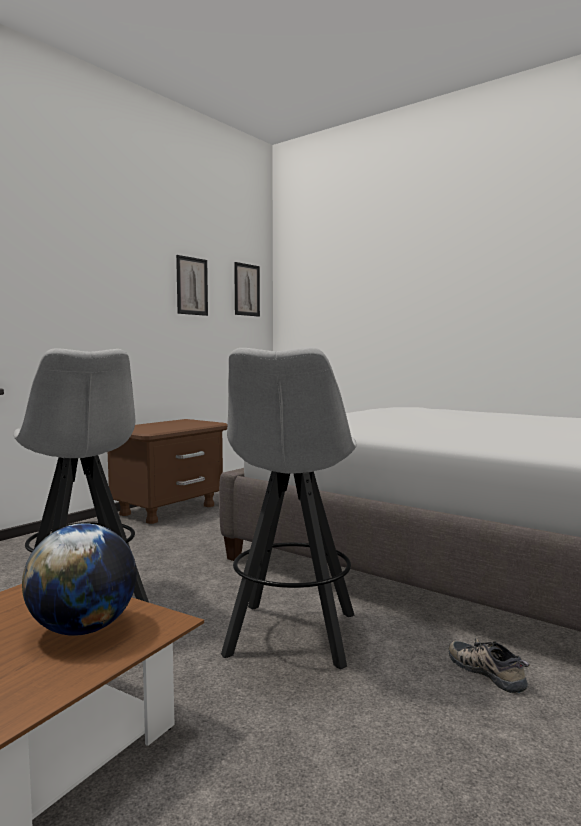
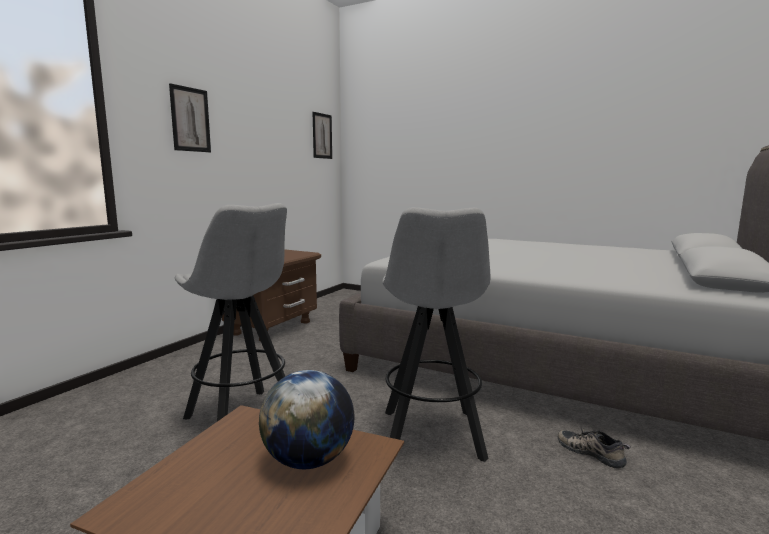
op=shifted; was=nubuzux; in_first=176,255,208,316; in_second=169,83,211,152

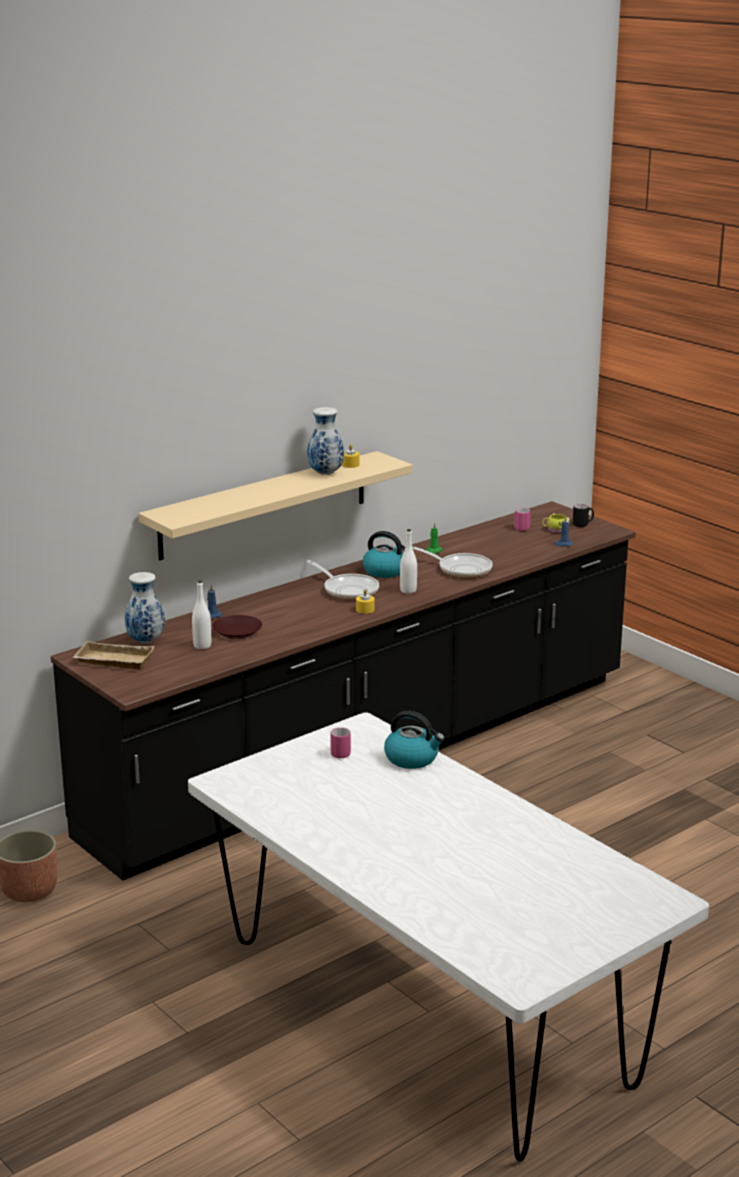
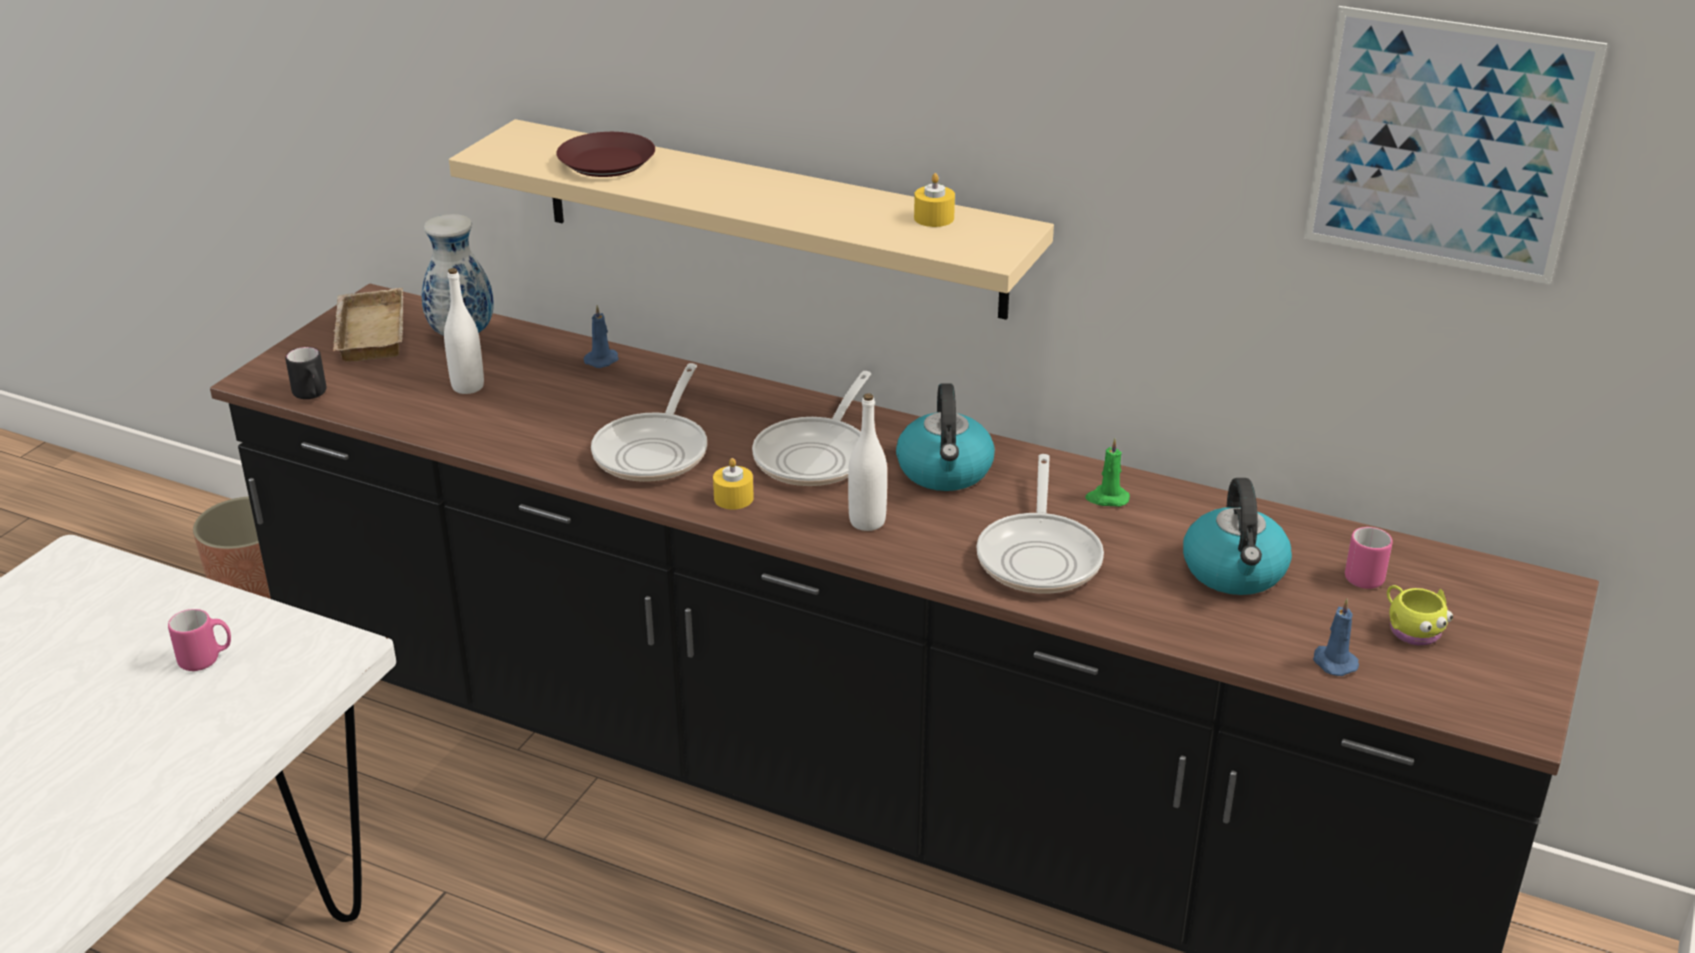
op=gone; was=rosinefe; in_first=307,407,344,475
op=new; now=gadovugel; in_second=591,363,707,482
op=new; now=nubuzux; in_second=1304,6,1607,285
op=shifted; was=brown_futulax; in_first=212,615,262,639; in_second=556,132,655,177
op=shifted; was=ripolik; in_first=384,711,445,769; in_second=1183,478,1292,595
op=shifted; was=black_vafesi; in_first=573,504,594,527; in_second=285,347,326,399

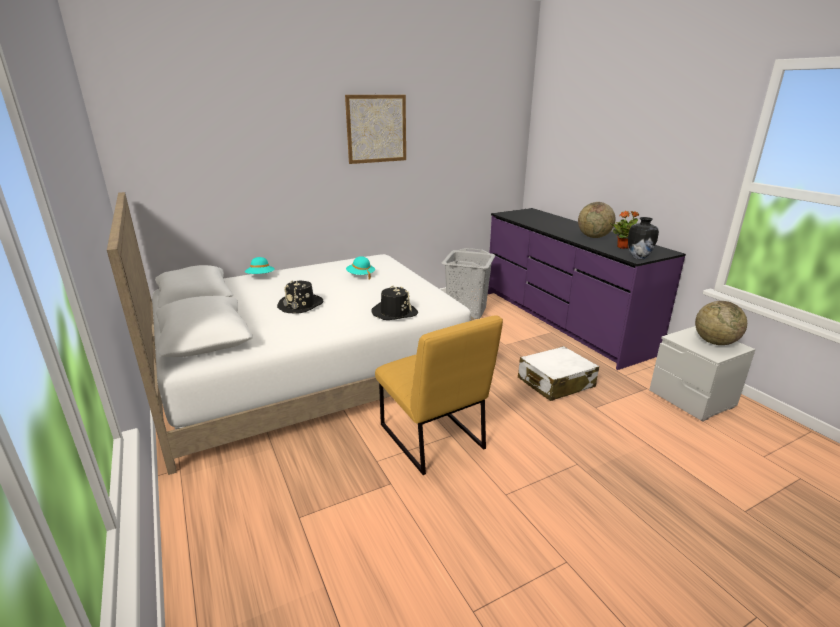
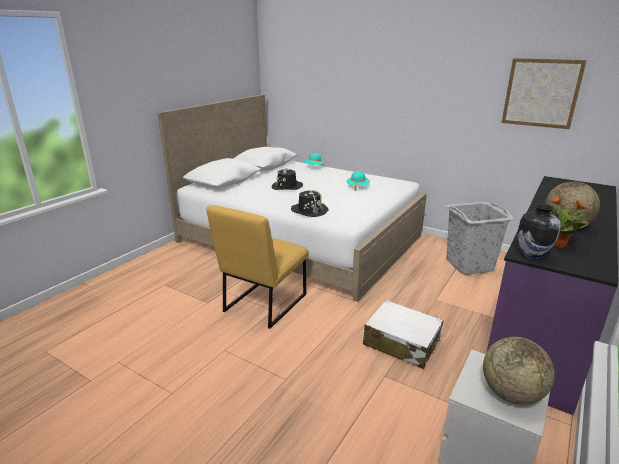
op=shifted; was=nubuzux; in_first=345,93,406,164; in_second=501,58,587,129

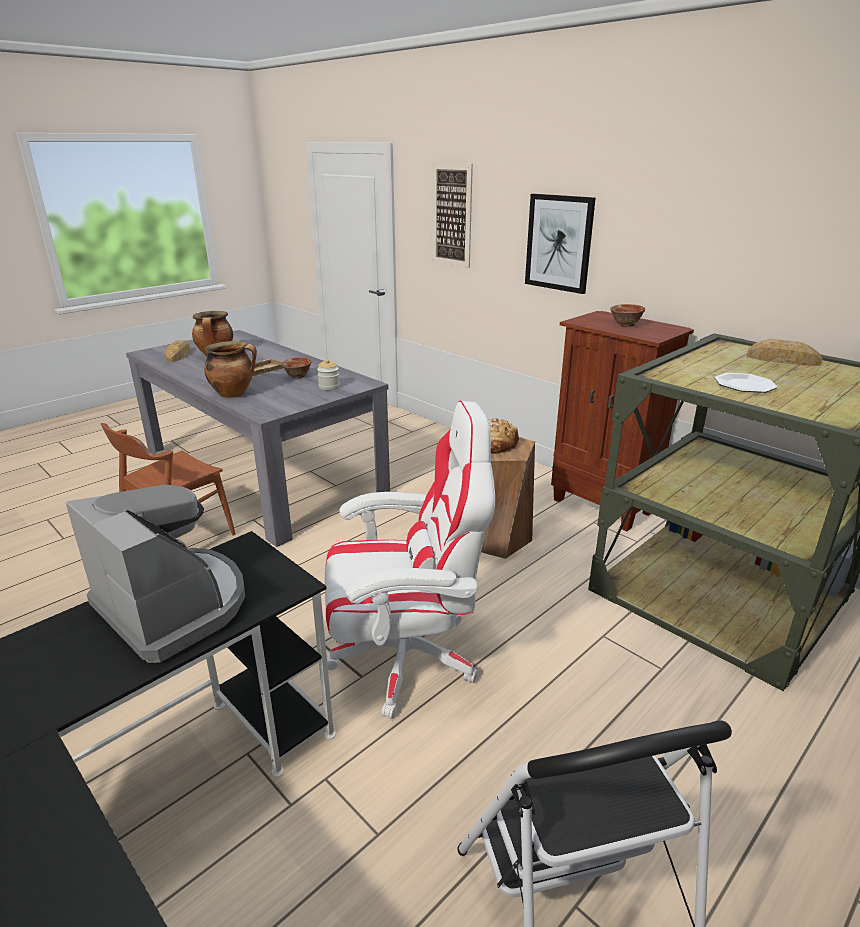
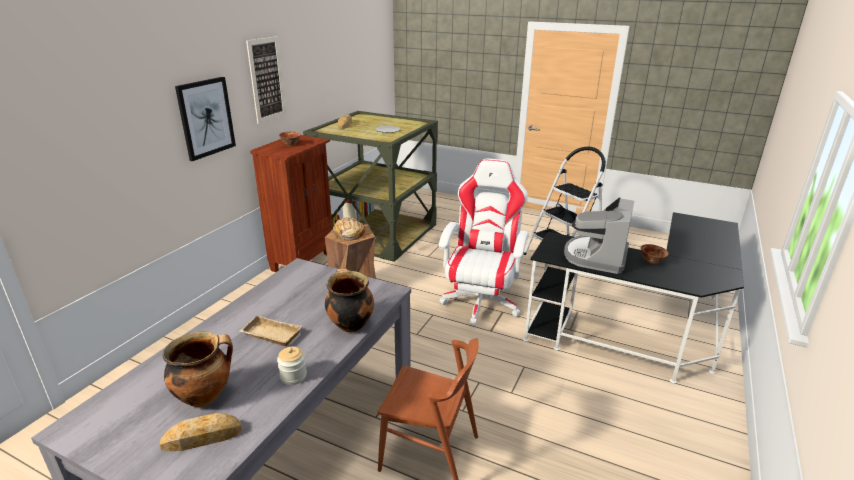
op=shifted; was=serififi; in_first=281,357,312,378; in_second=640,244,669,264
op=shifted; was=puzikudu; in_first=317,359,340,390; in_second=277,347,307,385
op=shifted; was=nubuzux; in_first=432,163,473,268; in_second=246,36,287,124
op=rotated; was=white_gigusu; in_first=325,400,495,719; in_second=439,158,529,326; clockwise=45

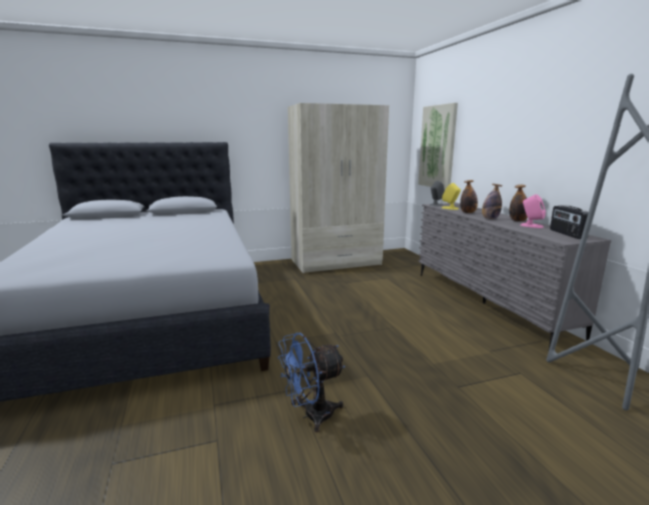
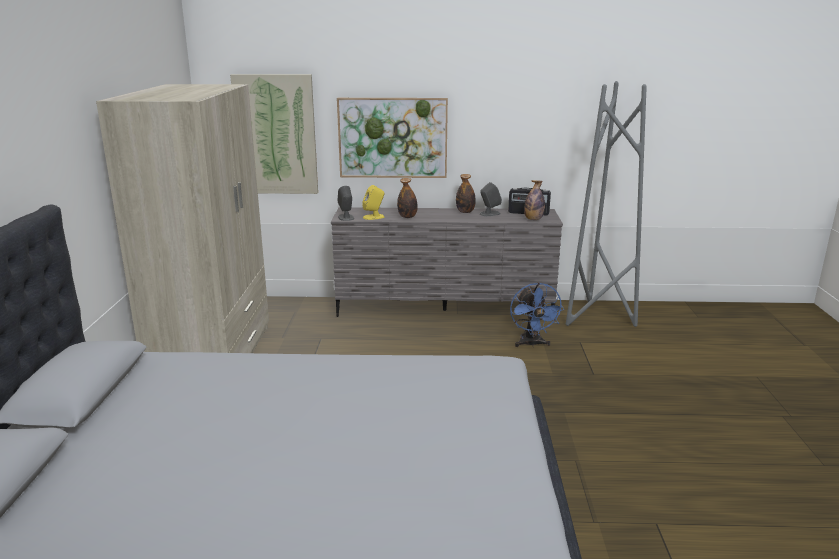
op=new; now=nubuzux; in_second=337,98,448,178
op=shifted; was=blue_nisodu; in_first=278,333,345,432; in_second=510,282,564,348
op=shifted; was=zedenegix; in_first=482,184,502,219; in_second=524,180,545,220
op=repainted; was=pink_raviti; now=grey_raviti; in_first=521,194,546,228; in_second=480,182,502,216

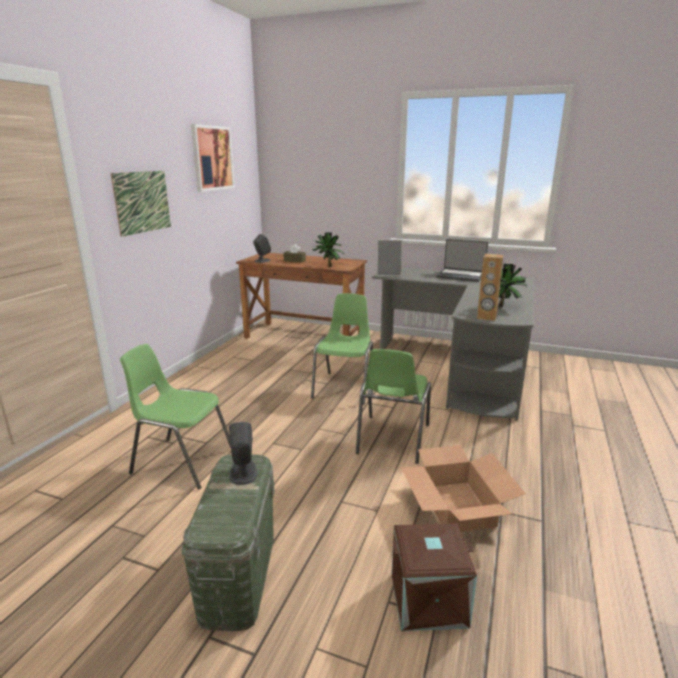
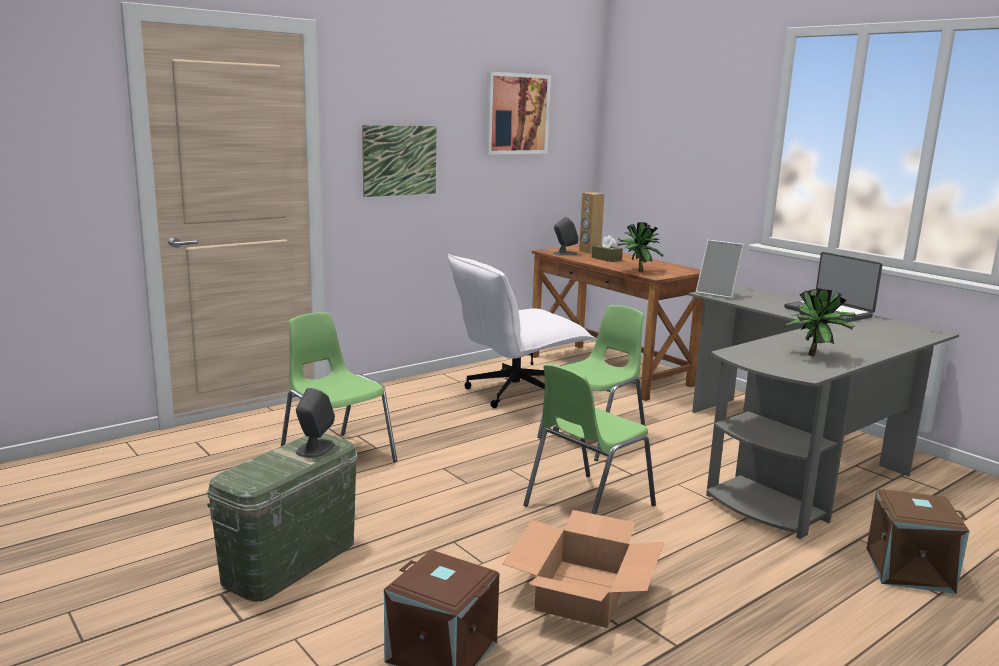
op=new; now=white_gigusu; in_second=447,254,595,408
op=new; now=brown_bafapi; in_second=866,489,969,594
op=shifted; was=brown_raviti; in_first=477,254,503,321; in_second=579,192,604,254

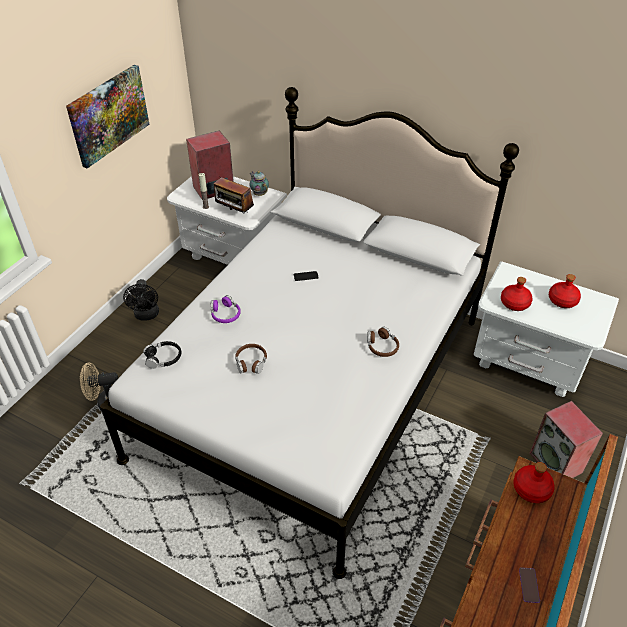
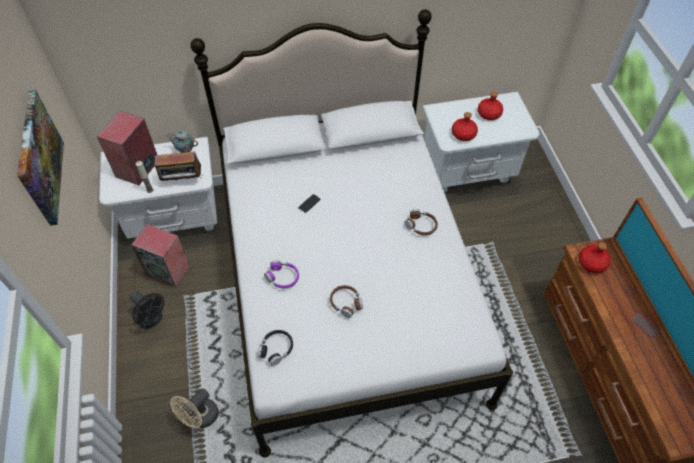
op=shifted; was=raviti; in_first=530,401,603,478; in_second=131,224,190,288

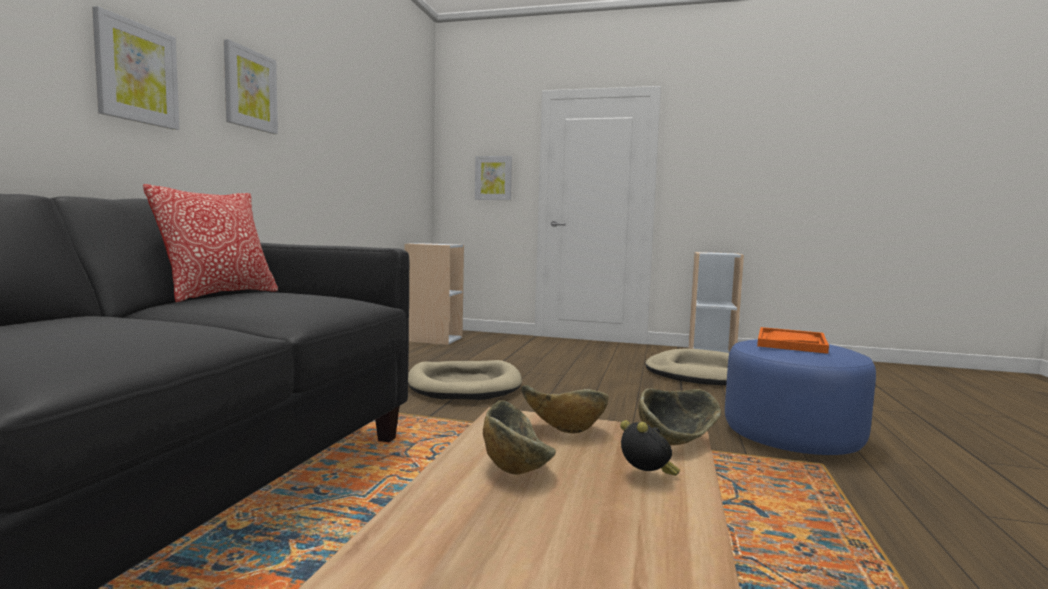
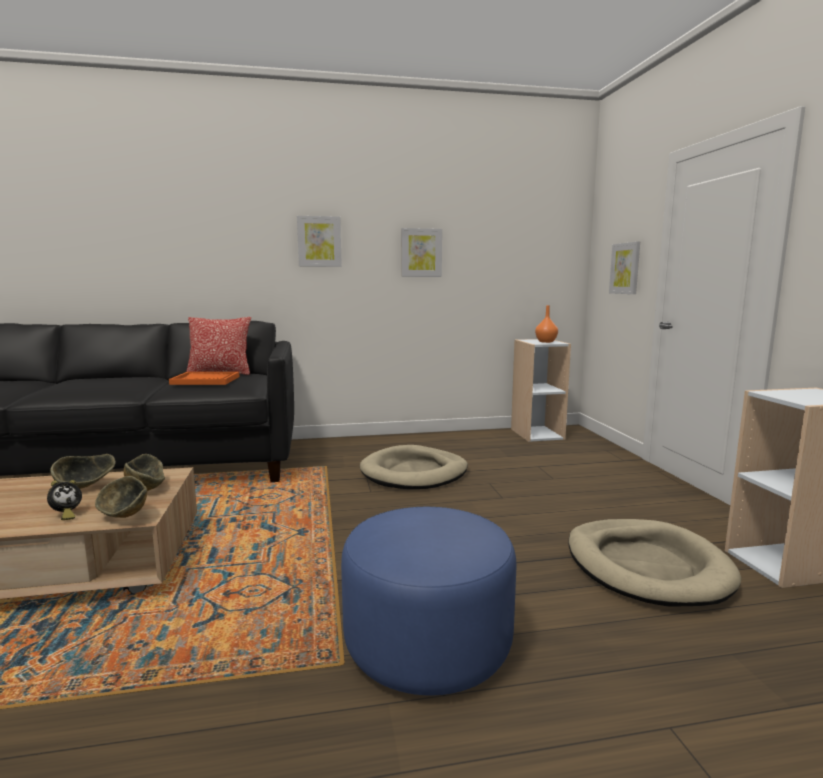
op=new; now=orange_rosinefe; in_second=535,305,558,343
op=shifted; was=nubuzux; in_first=92,6,179,130; in_second=401,228,442,277
op=shifted; was=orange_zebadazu; in_first=757,327,829,354; in_second=169,372,239,385

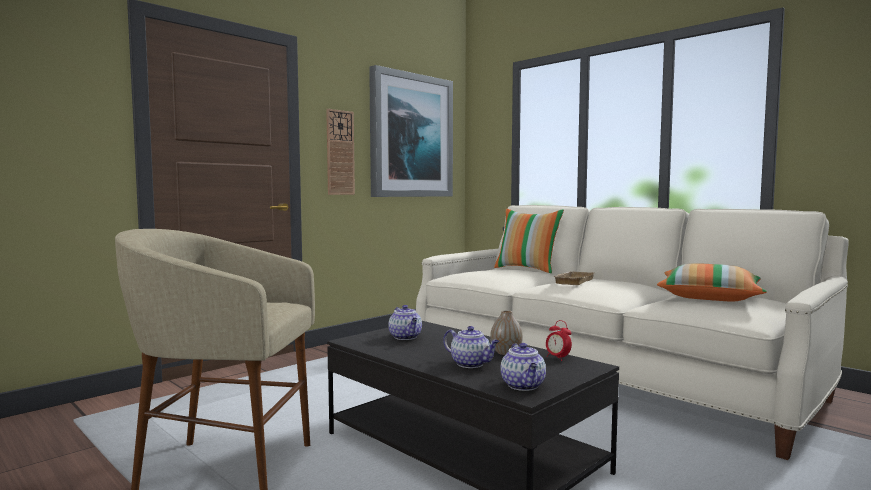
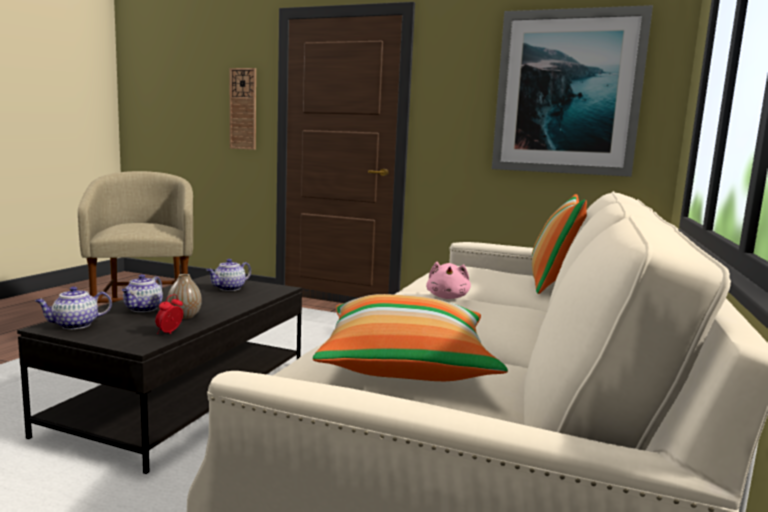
op=shifted; was=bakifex; in_first=326,109,355,195; in_second=230,68,256,150
op=swapped; was=beige_zebadazu; now=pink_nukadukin; in_first=552,271,595,285; in_second=426,262,471,299

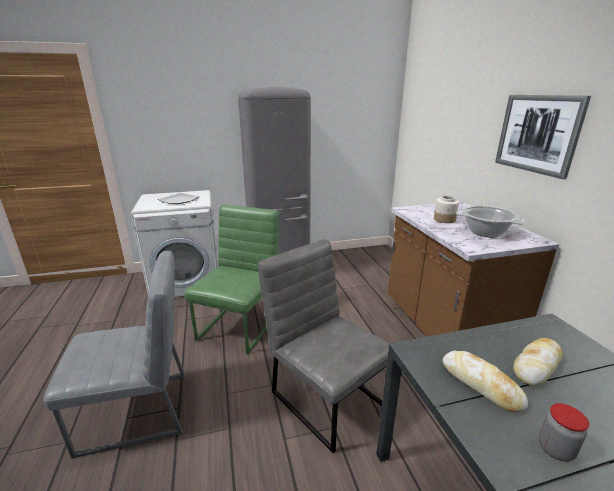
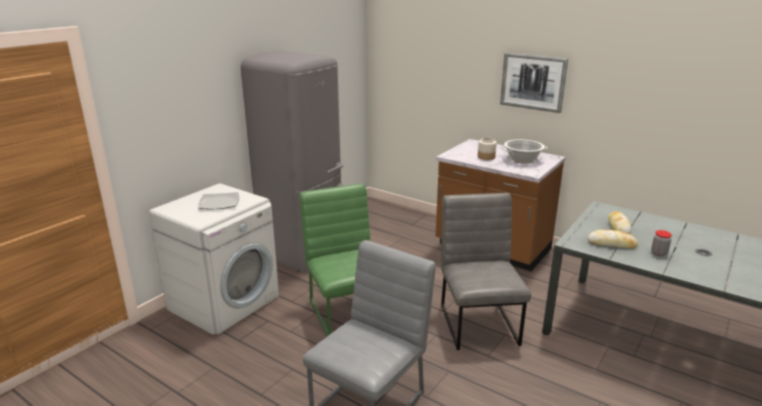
op=rotated; was=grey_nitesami; in_first=258,239,390,453; in_second=441,193,531,350; clockwise=75

